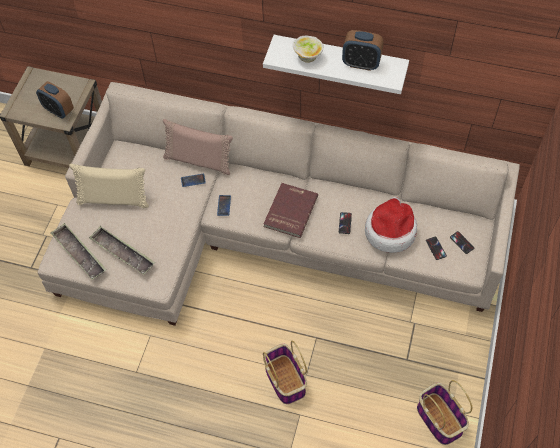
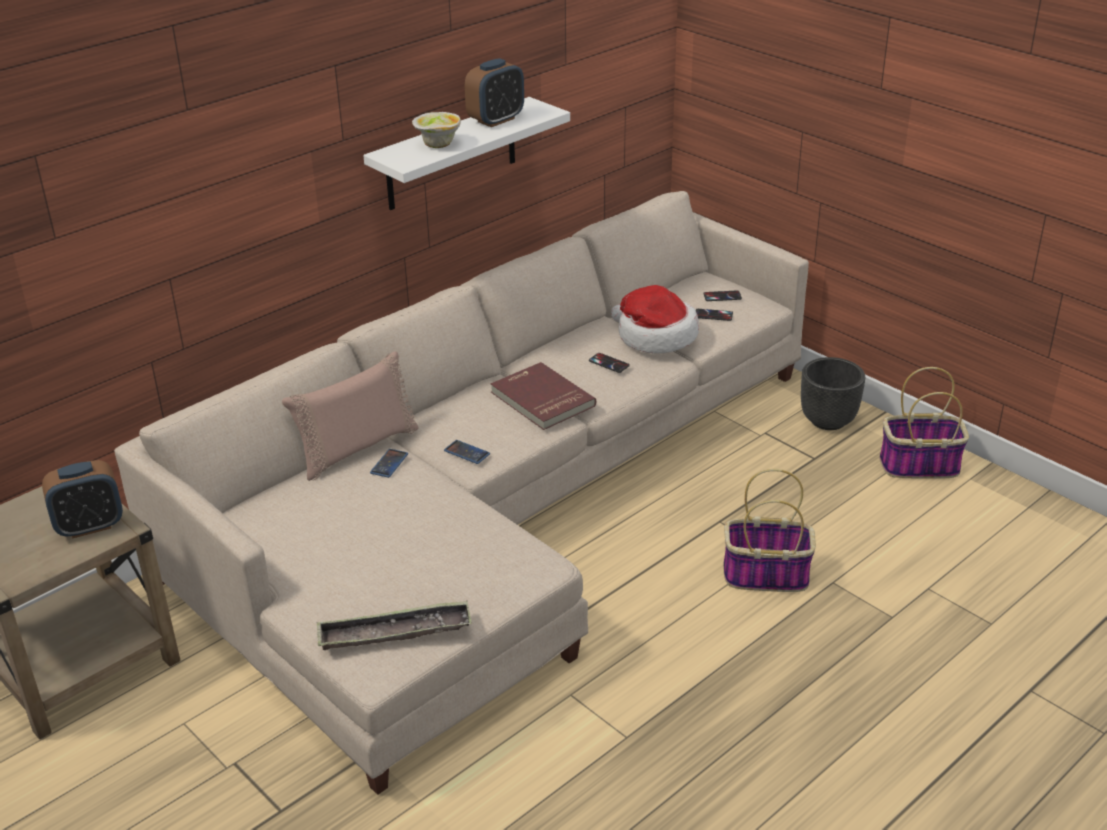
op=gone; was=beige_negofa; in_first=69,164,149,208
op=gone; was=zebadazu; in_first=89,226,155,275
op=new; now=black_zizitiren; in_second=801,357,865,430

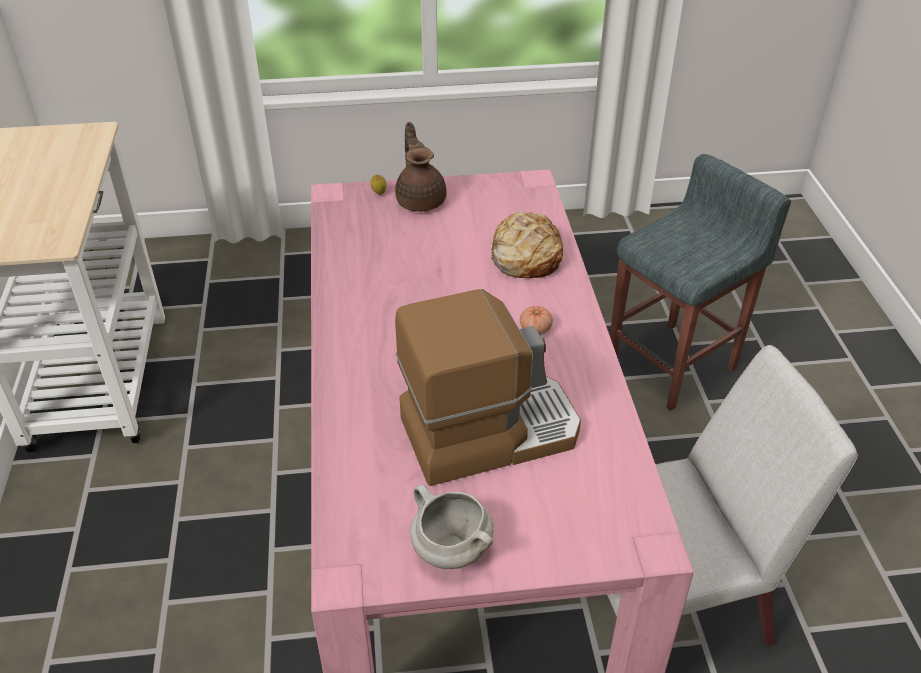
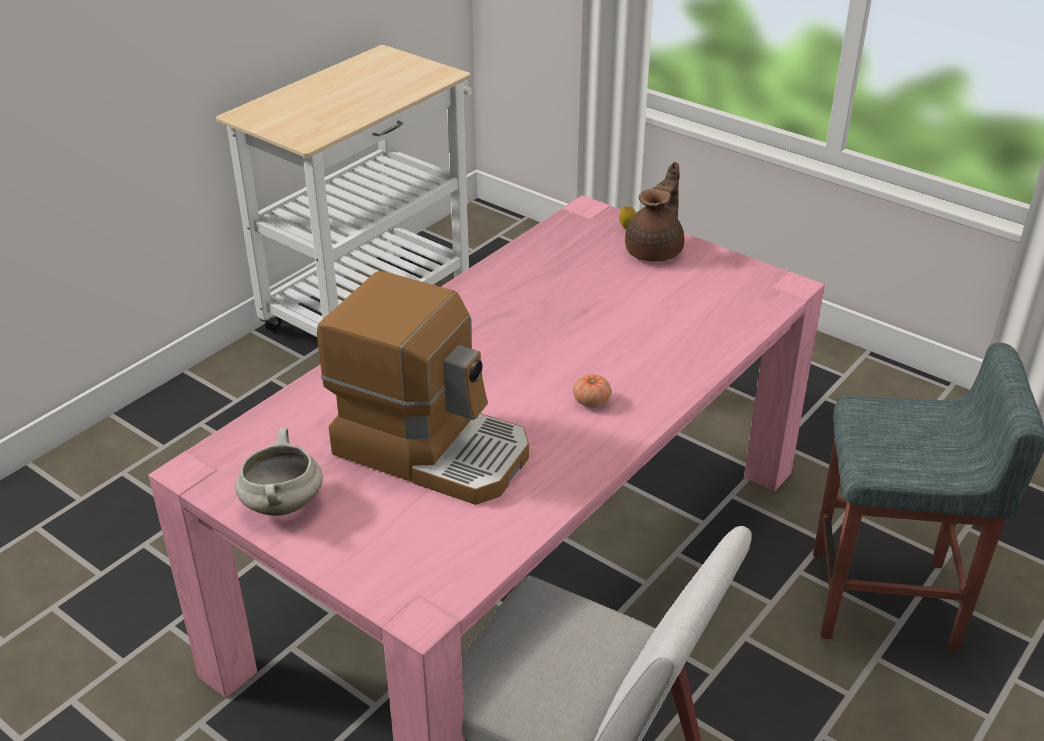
op=gone; was=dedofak; in_first=491,212,563,278

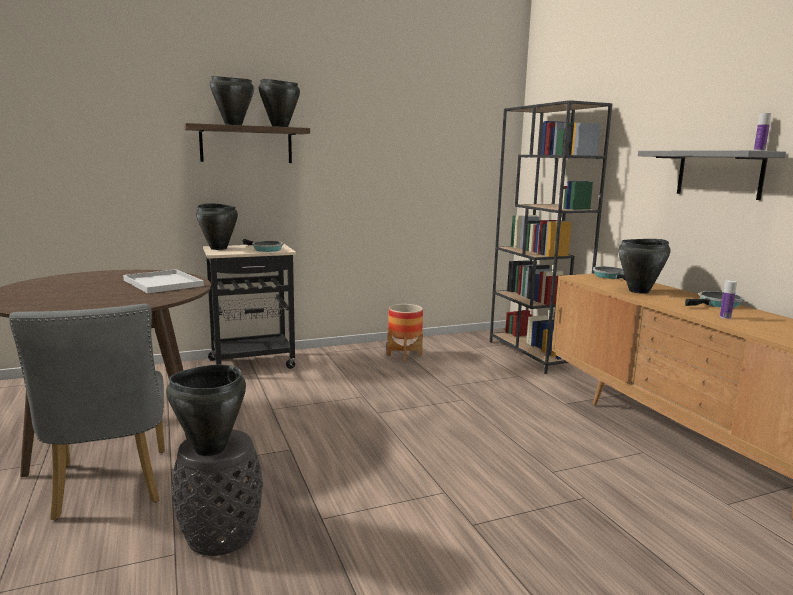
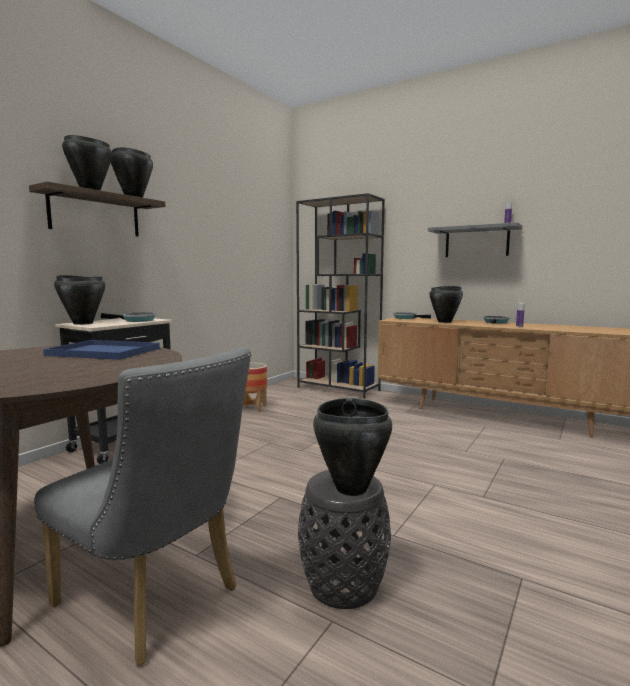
op=repainted; was=white_zebadazu; now=blue_zebadazu; in_first=123,269,204,293; in_second=43,340,160,360

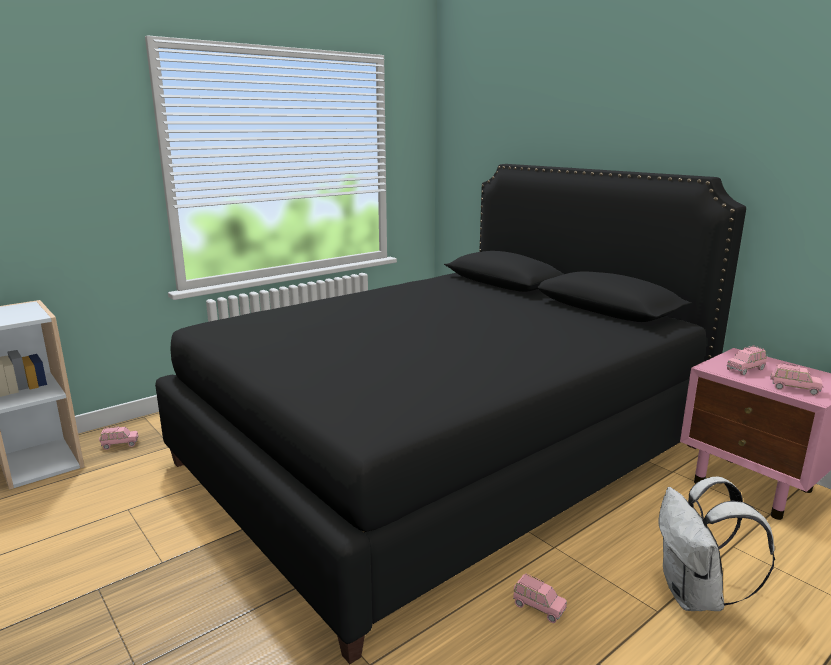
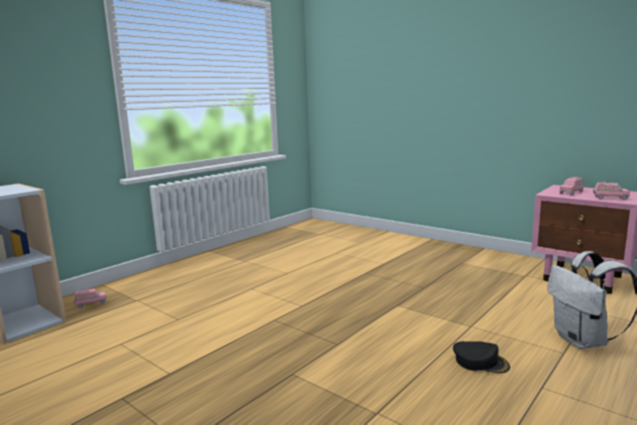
op=gone; was=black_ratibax; in_first=155,164,746,664
op=swapped; was=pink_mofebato; now=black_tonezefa; in_first=513,574,567,623; in_second=453,341,510,373

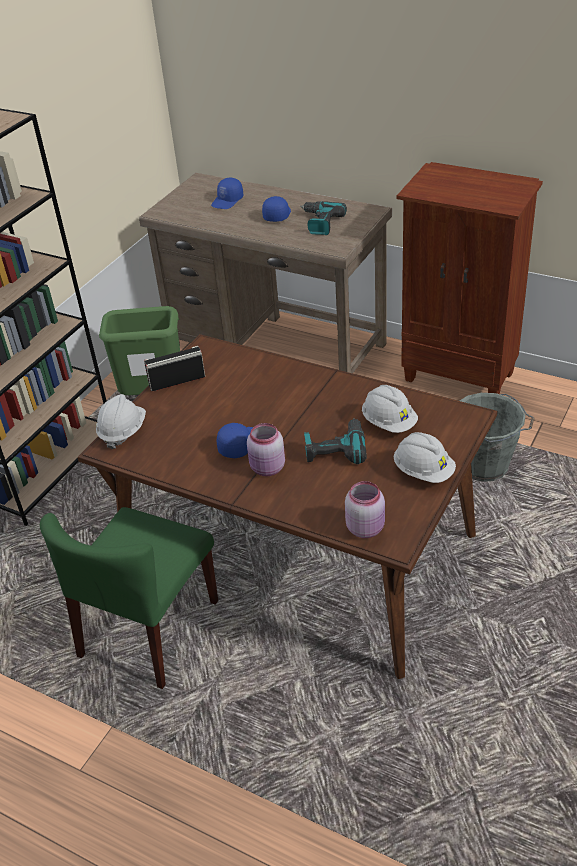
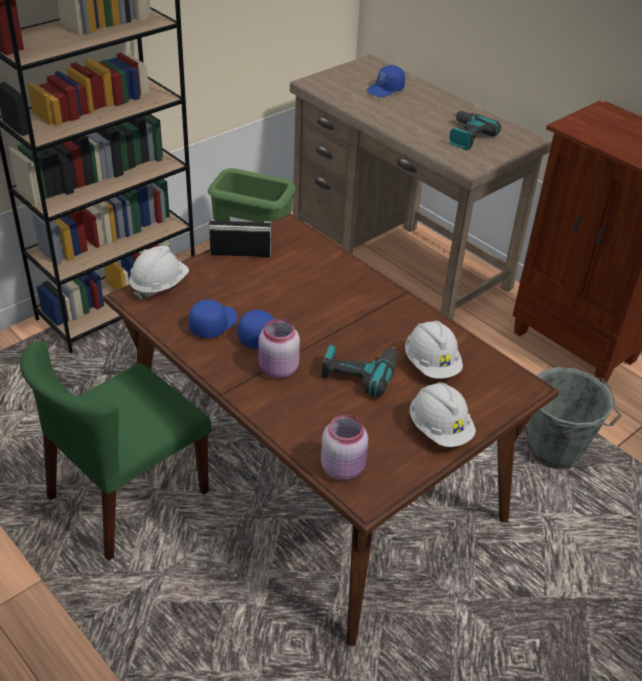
op=shifted; was=blue_tonezefa; in_first=262,196,291,222; in_second=189,299,238,338

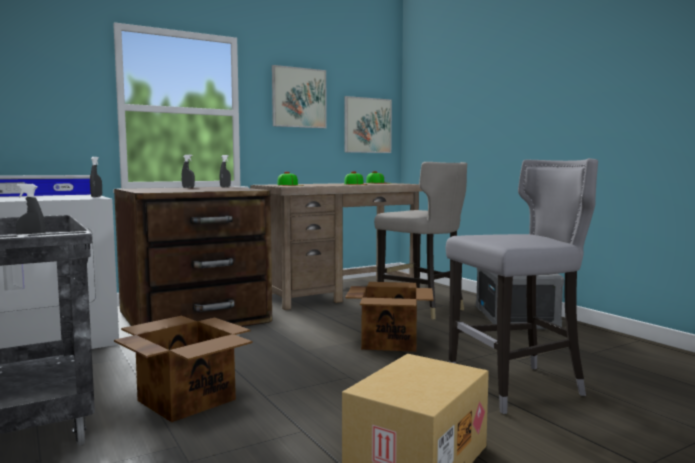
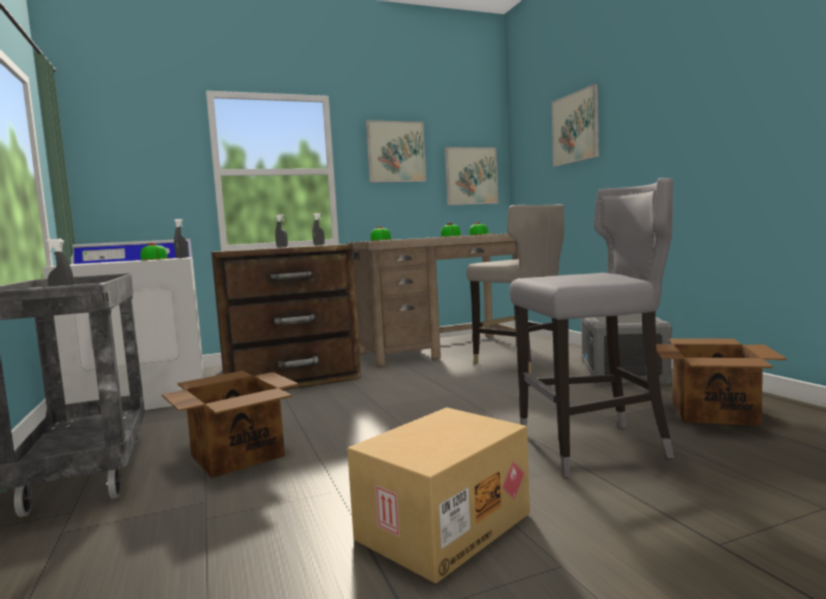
op=new; now=tonezefa; in_second=141,243,173,260
op=new; now=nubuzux; in_second=552,84,599,167
op=shifted; was=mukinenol; in_first=345,282,434,352; in_second=656,338,787,426

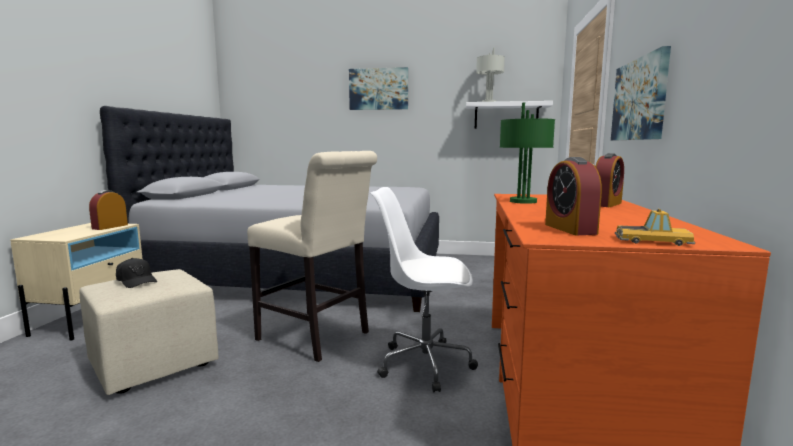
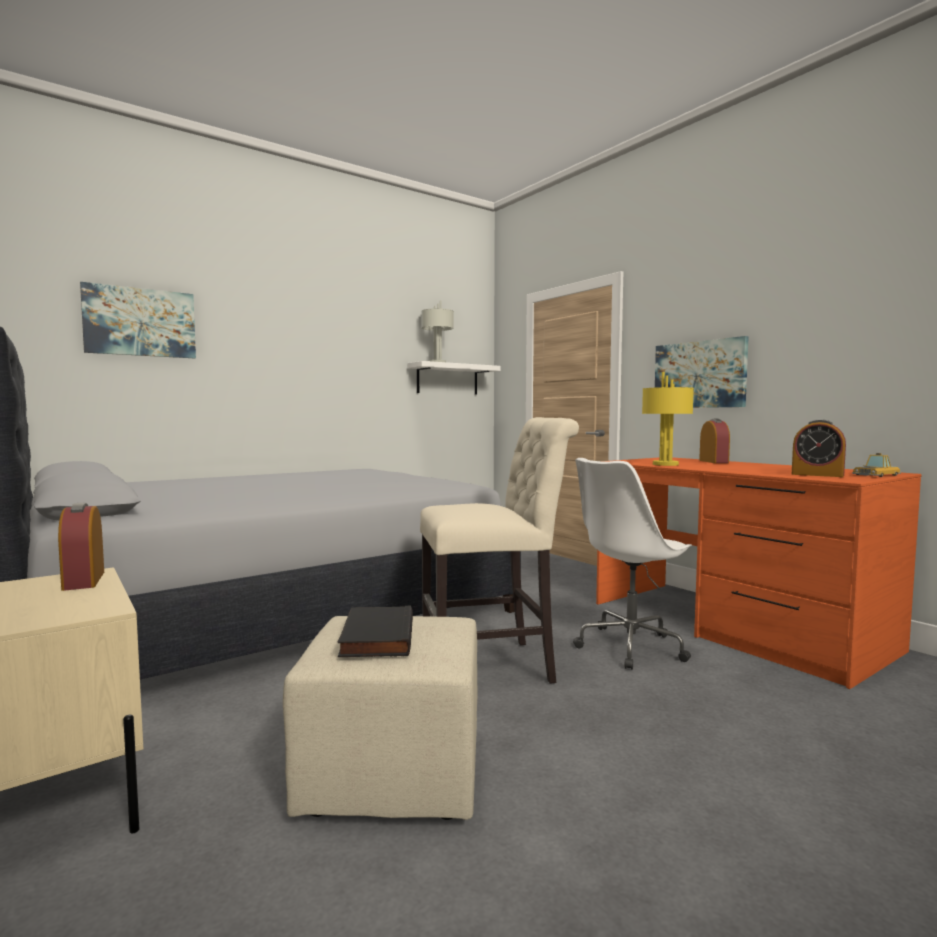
op=shifted; was=nubuzux; in_first=349,67,408,110; in_second=80,282,196,358
op=swapped; was=black_tonezefa; now=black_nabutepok; in_first=116,258,157,288; in_second=338,605,413,657
op=repainted; was=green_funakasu; now=yellow_funakasu; in_first=500,102,555,204; in_second=642,372,694,466

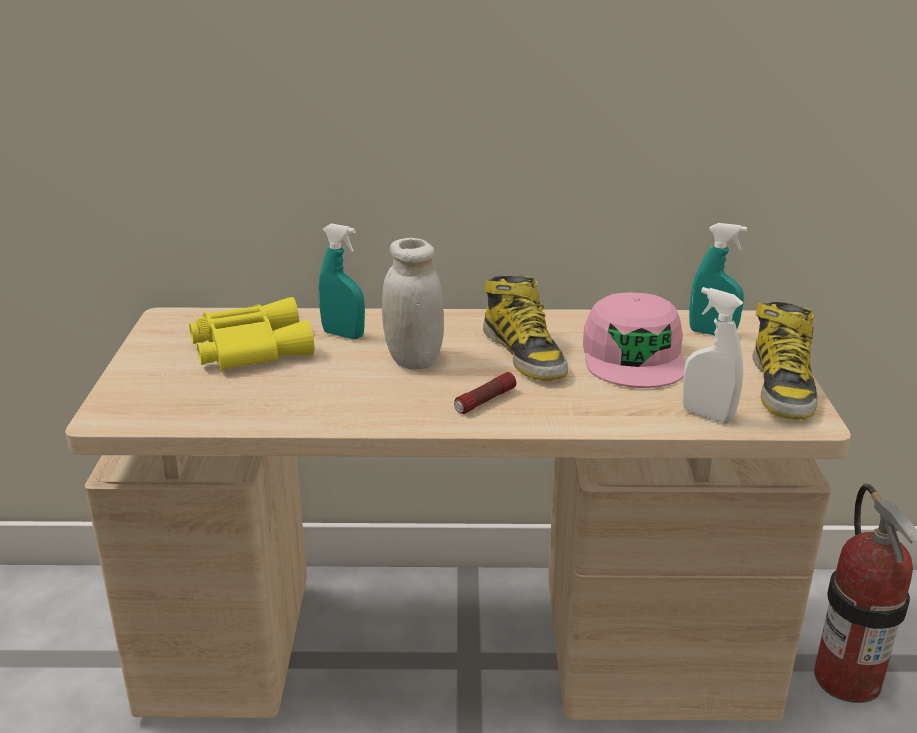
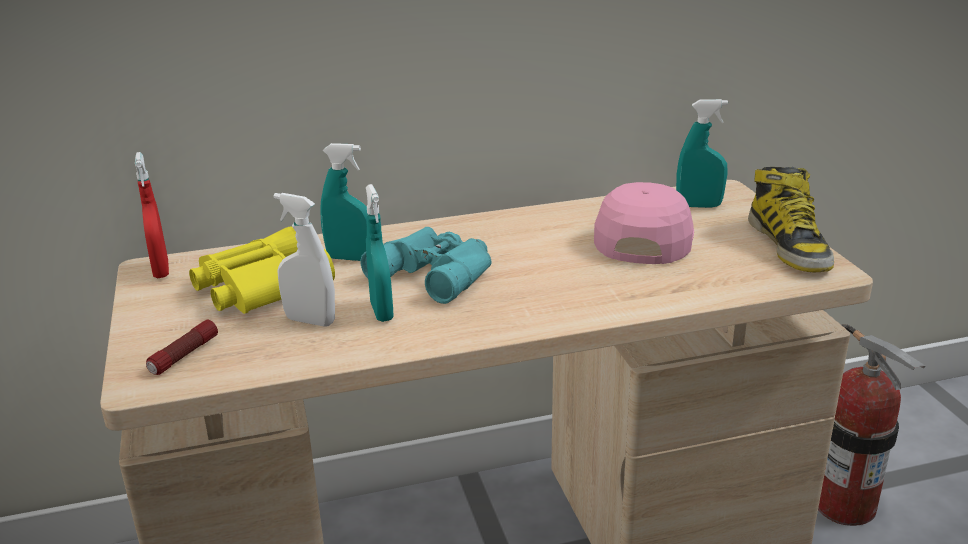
op=gone; was=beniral; in_first=483,276,568,381
op=new; now=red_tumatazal; in_second=135,152,169,278
op=new; now=turquoise_tumatazal; in_second=366,184,393,322
op=shifted; was=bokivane; in_first=454,372,516,414; in_second=146,320,218,375
op=shifted; was=white_tumatazal; in_first=683,287,743,424; in_second=273,193,335,326
op=swapped; was=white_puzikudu; now=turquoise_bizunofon; in_first=382,238,444,369; in_second=361,227,491,304
op=rotated; was=pink_tonezefa; in_first=583,292,685,388; in_second=594,182,694,264; clockwise=-150

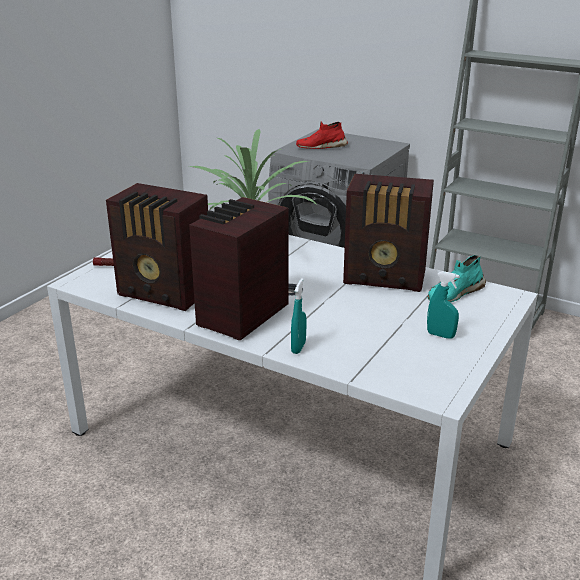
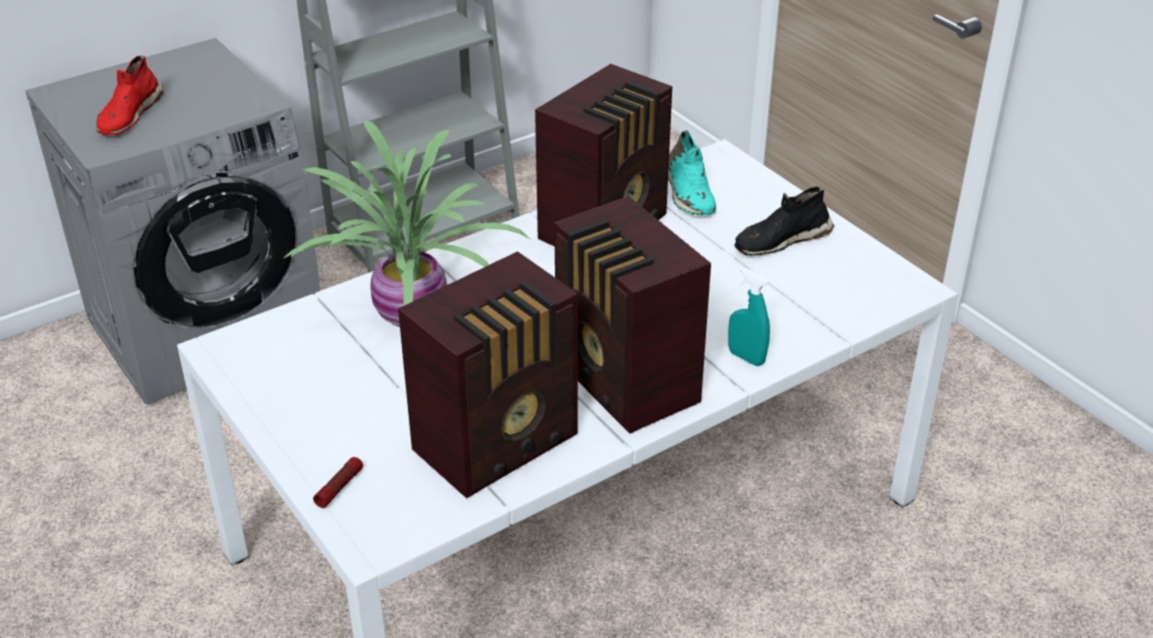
op=swapped; was=turquoise_tumatazal; now=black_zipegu; in_first=427,271,460,339; in_second=734,186,834,256

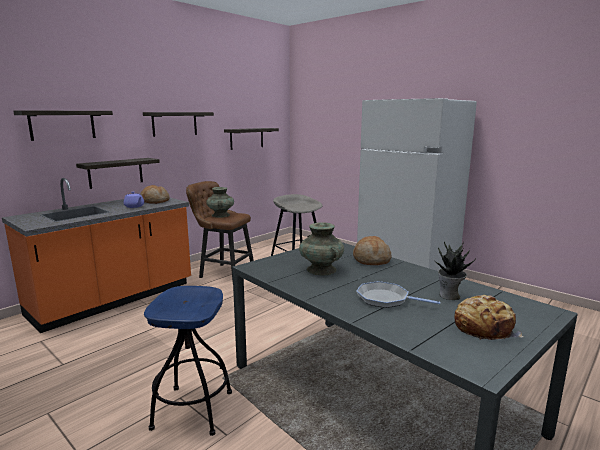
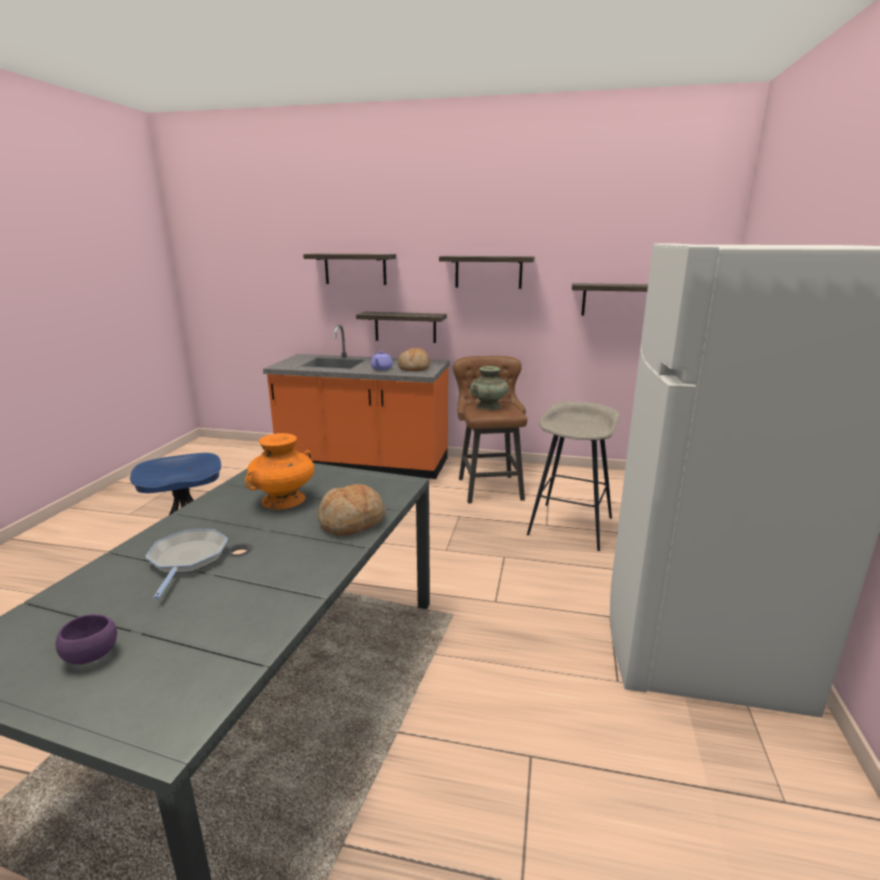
op=gone; was=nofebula; in_first=436,241,477,300
op=swapped; was=dedofak; now=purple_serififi; in_first=455,295,523,340; in_second=56,614,117,665
op=repainted; was=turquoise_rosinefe; now=orange_rosinefe; in_first=299,222,344,275; in_second=245,433,314,510

